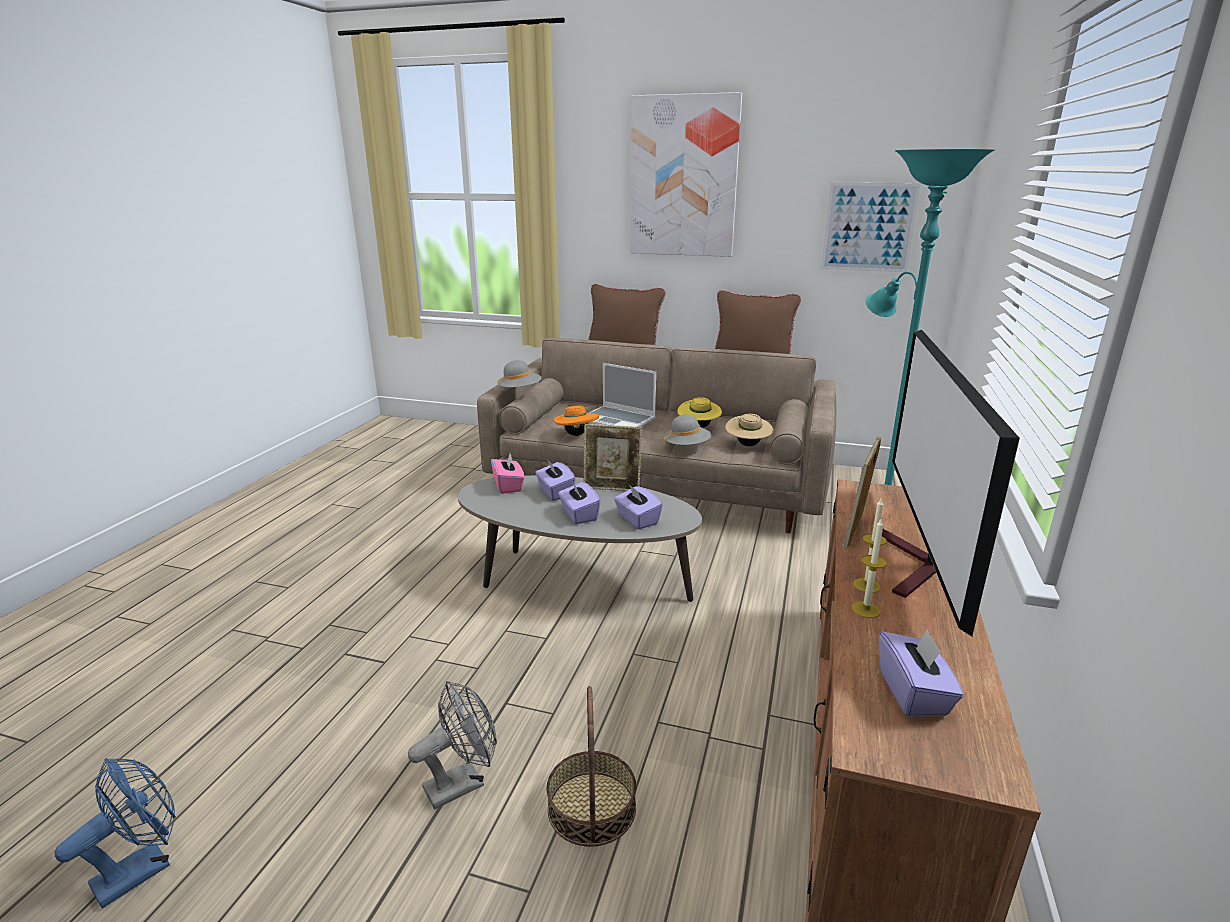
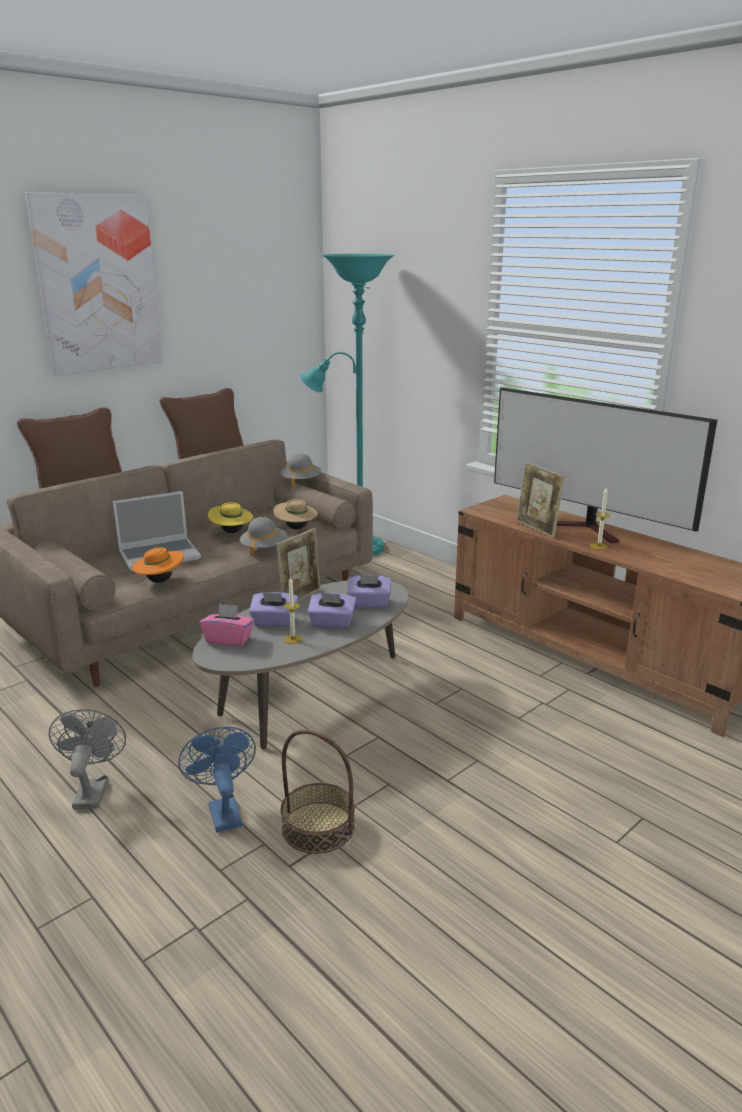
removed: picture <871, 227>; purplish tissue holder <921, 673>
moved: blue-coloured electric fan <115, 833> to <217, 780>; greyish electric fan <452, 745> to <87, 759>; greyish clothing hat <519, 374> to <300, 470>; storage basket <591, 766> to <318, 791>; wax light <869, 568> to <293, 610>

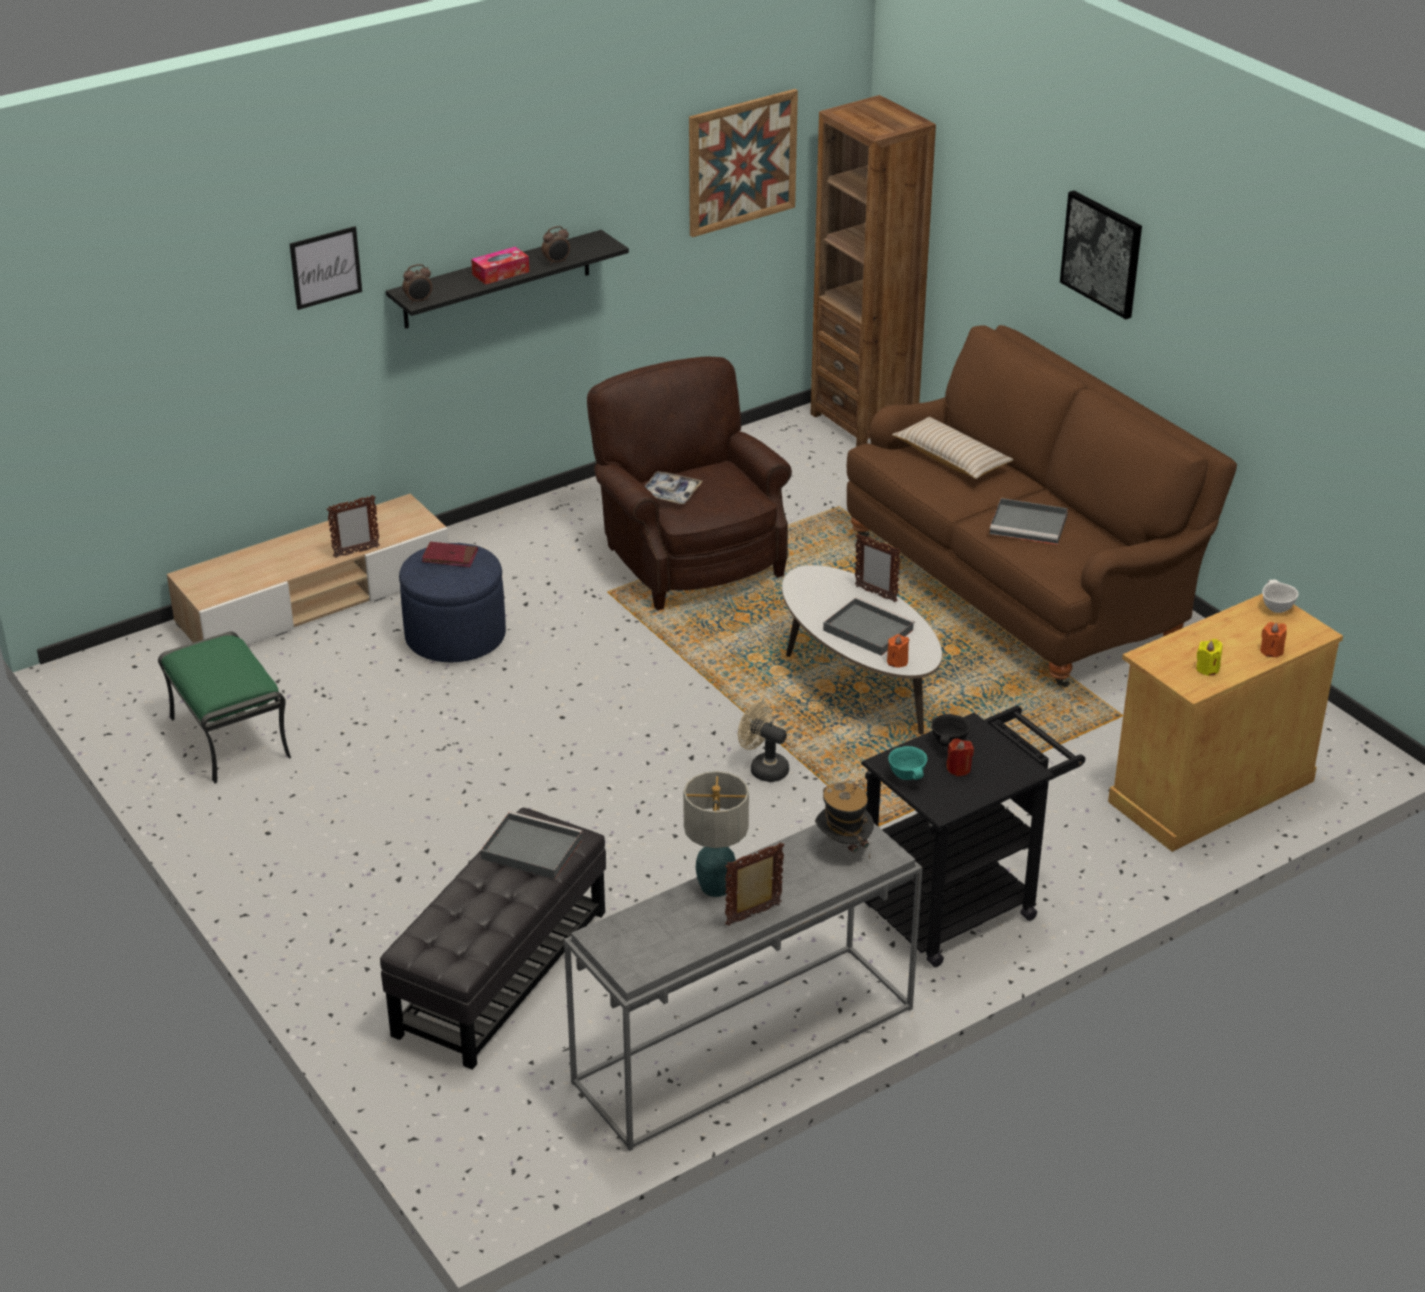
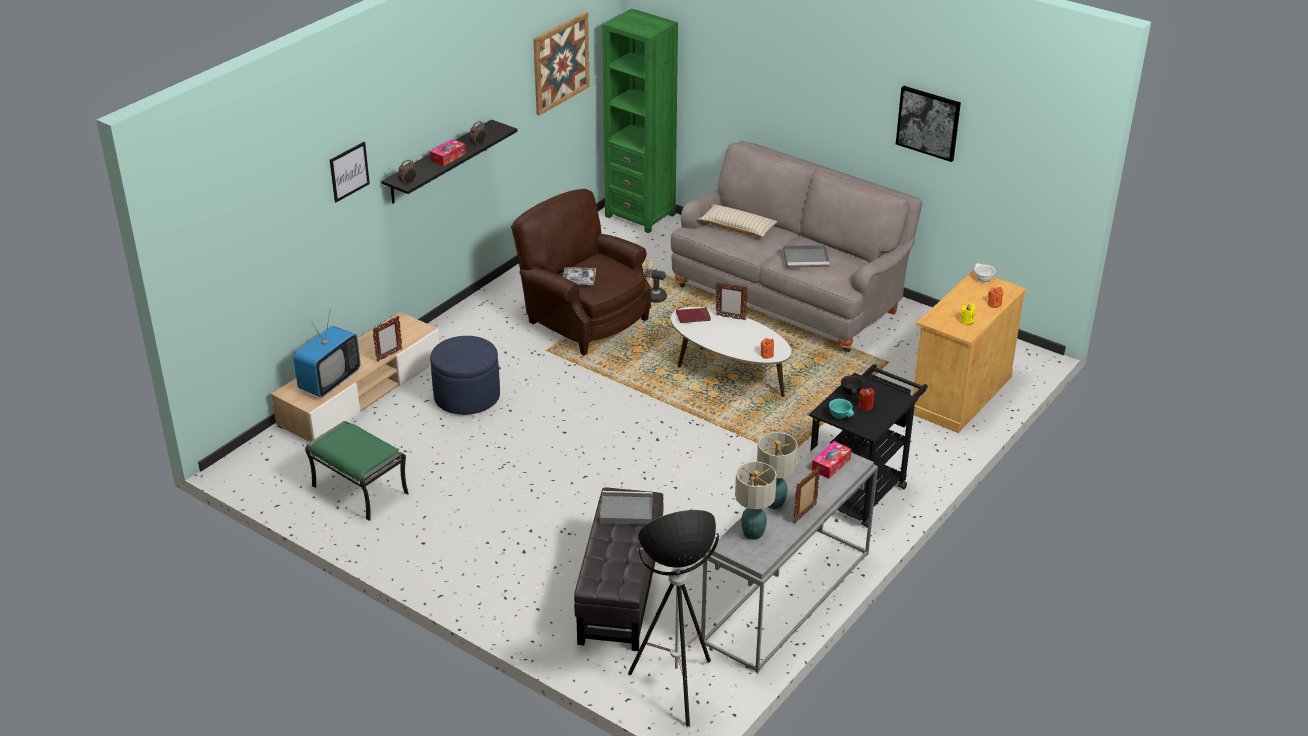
removed: greyish tray <869, 626>
added: television <327, 354>; floor lamp <673, 618>; lamp for a table <756, 501>
moved: red book <450, 554> to <693, 315>; beige-coloured electric fan <763, 742> to <654, 281>; picture <1101, 255> to <928, 124>
replaced: clothing hat <844, 820> to tissue holder <831, 460>
recoloured: brown bookcase <873, 270> to greenish bookcase <640, 120>; brown sofa <1042, 506> to greyish sofa <796, 246>

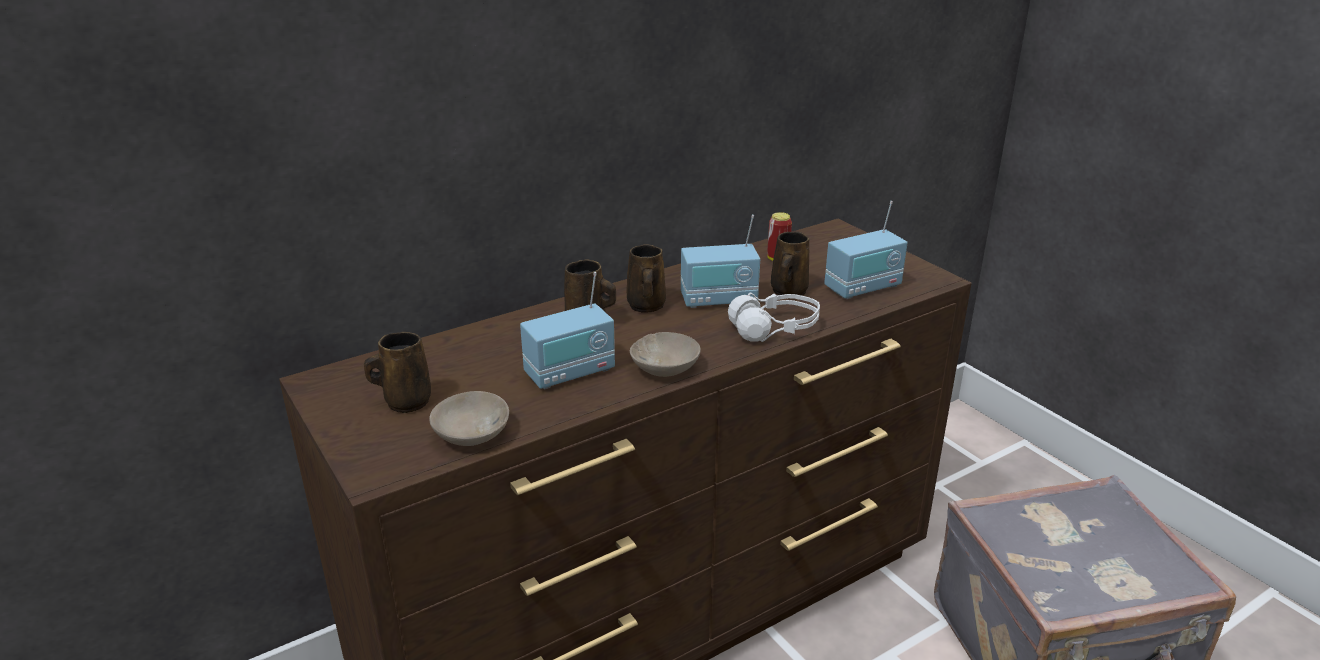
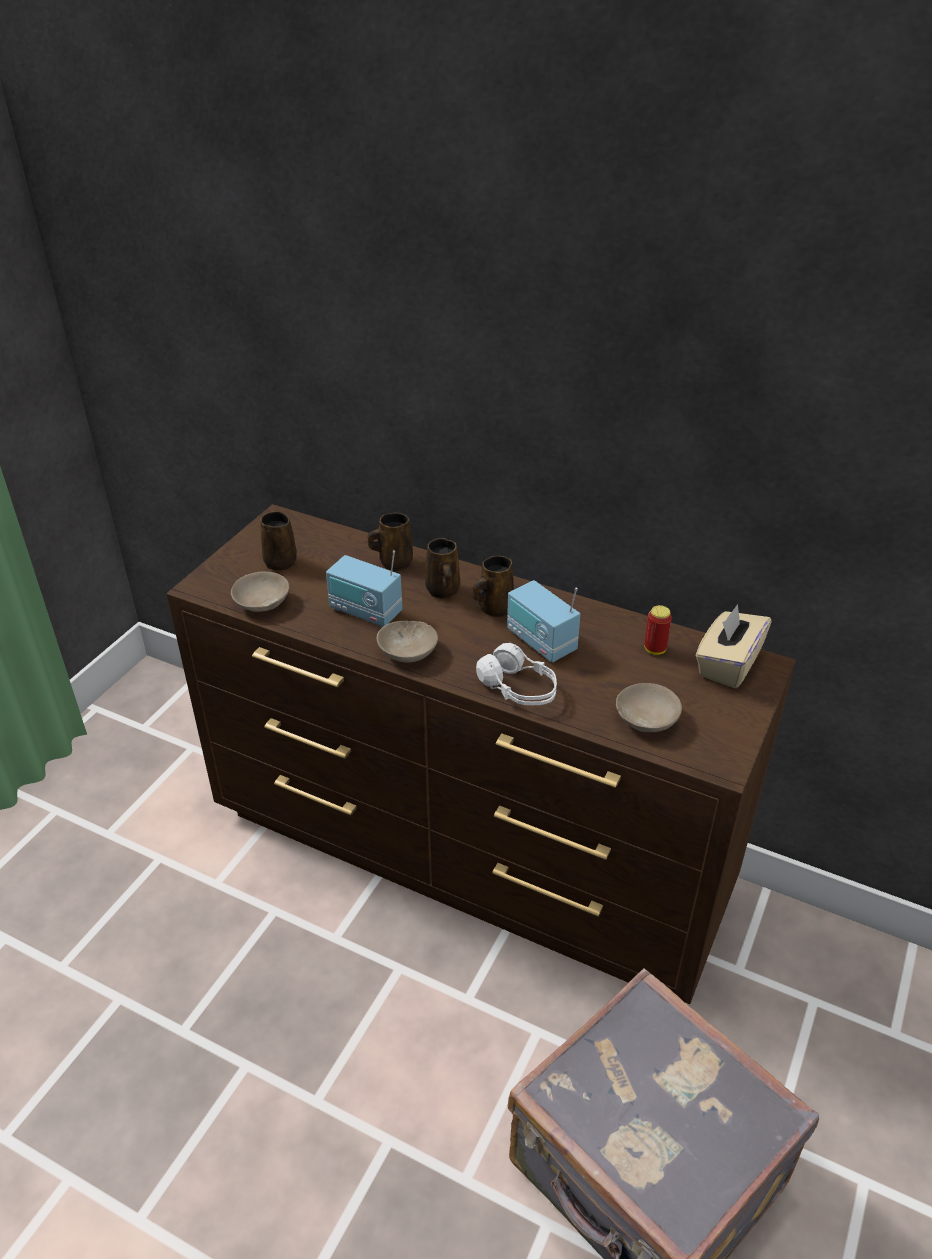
added: beige-coloured tissue holder <734, 646>
moved: brown mug <790, 263> to <390, 542>
replaced: radio set <865, 250> to beige-coloured bowl <649, 707>

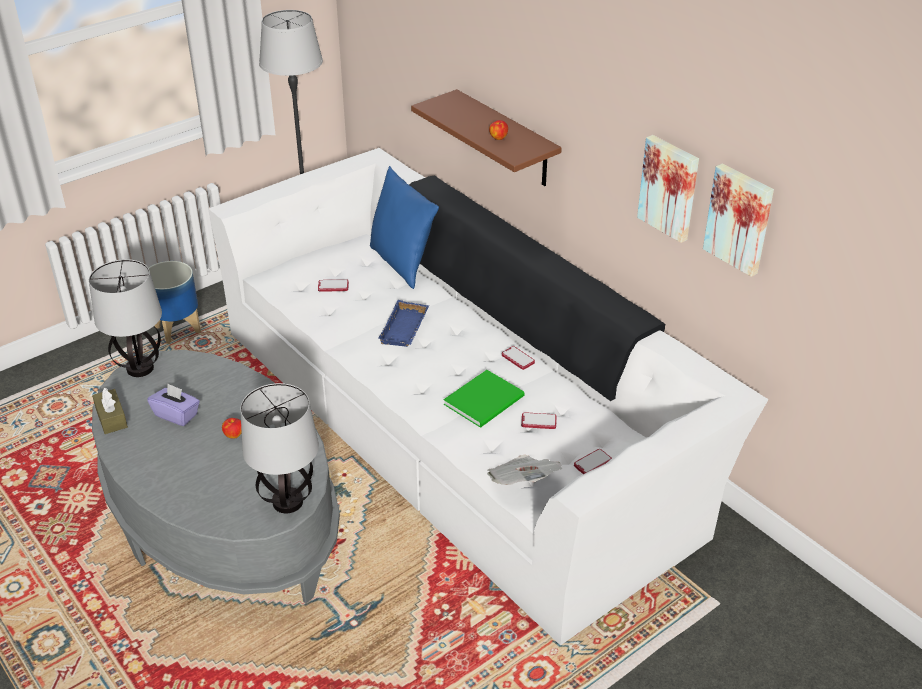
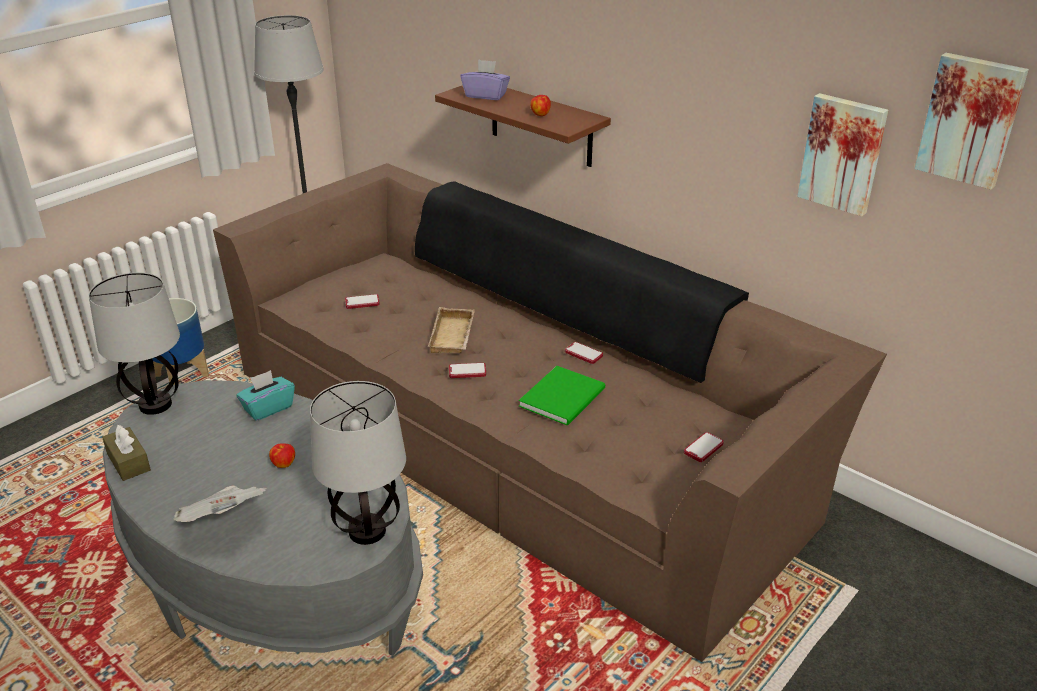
removed: blue-coloured throw pillow <404, 227>
added: turquoise-coloured tissue holder <265, 395>
moved: purplish tissue holder <173, 404> to <485, 79>; newspaper <524, 470> to <219, 504>; telephone <539, 420> to <467, 370>; picture <668, 189> to <971, 121>
recoloured: white-coloured sofa <489, 397> to brown sofa <550, 412>; blue-coloured tray <403, 323> to beige-coloured tray <451, 330>

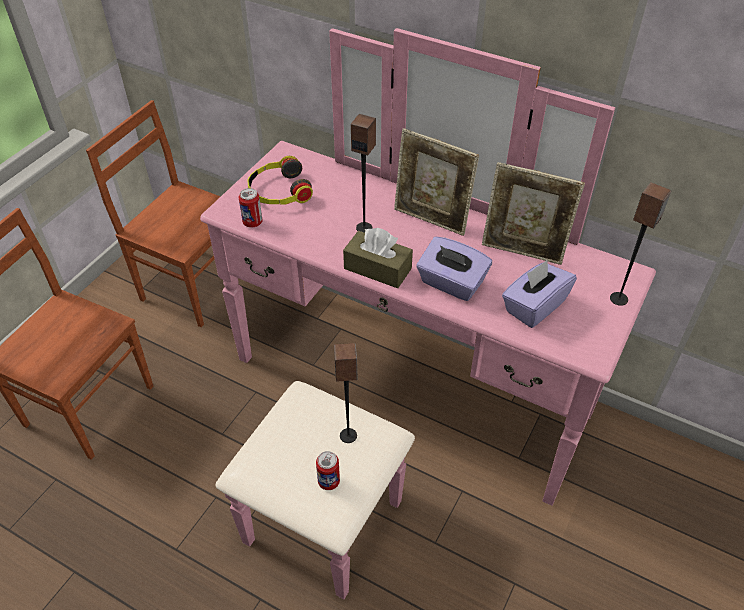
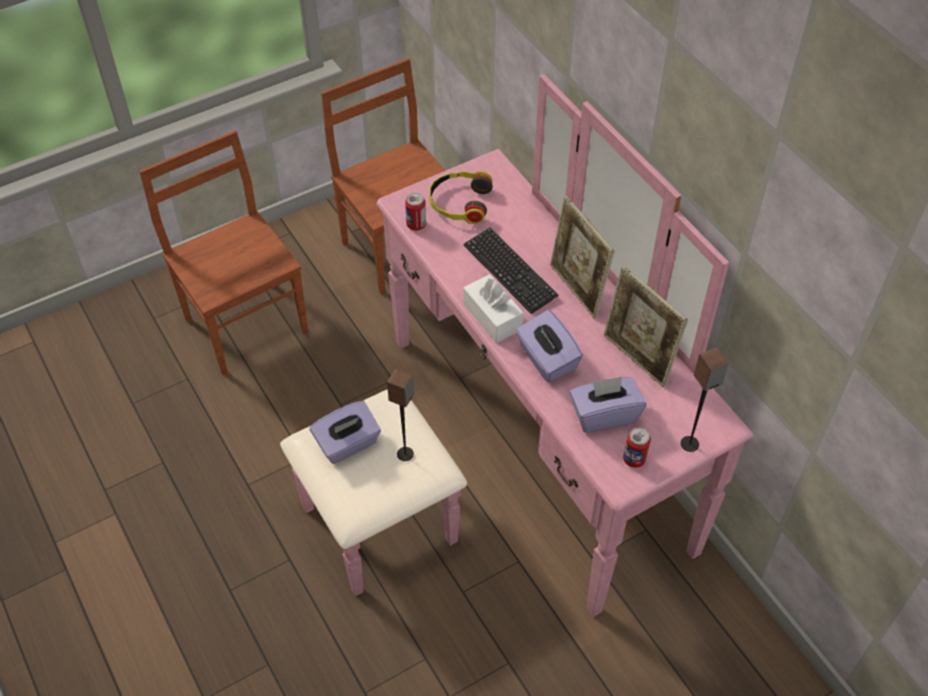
added: purplish tissue holder <345, 432>
moved: metal can <328, 470> to <637, 448>
replaced: audio speaker <363, 173> to computer keyboard <511, 271>
recoloured: brown tissue holder <378, 258> to white-coloured tissue holder <493, 308>

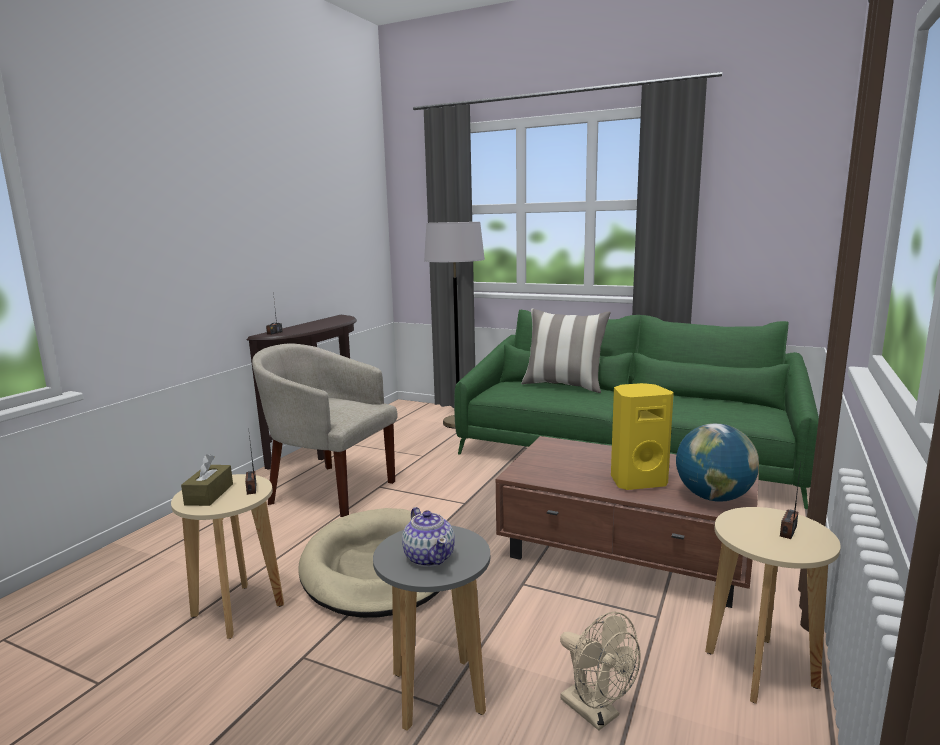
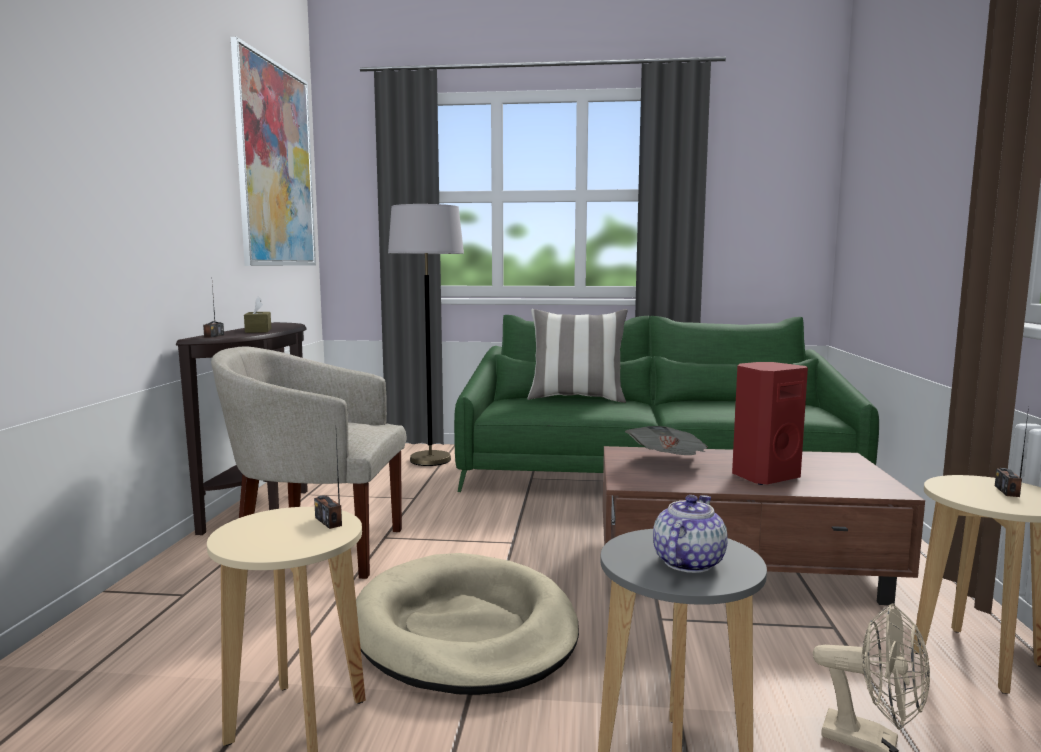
removed: world globe <717, 462>
added: picture <273, 151>; newspaper <666, 440>
moved: brown tissue holder <207, 480> to <257, 314>
recoloured: yellowish audio speaker <642, 436> to red audio speaker <770, 423>
turned: teapot <428, 537> = <690, 534> 105 degrees counterclockwise

